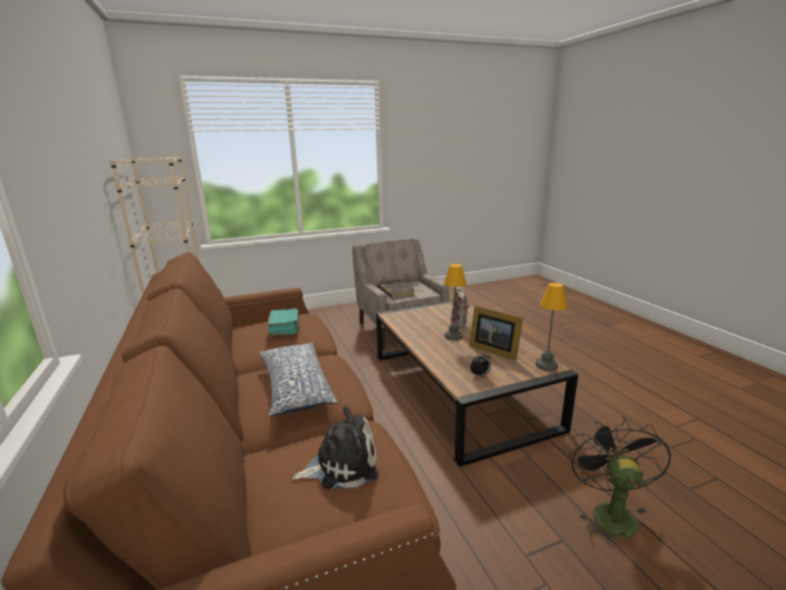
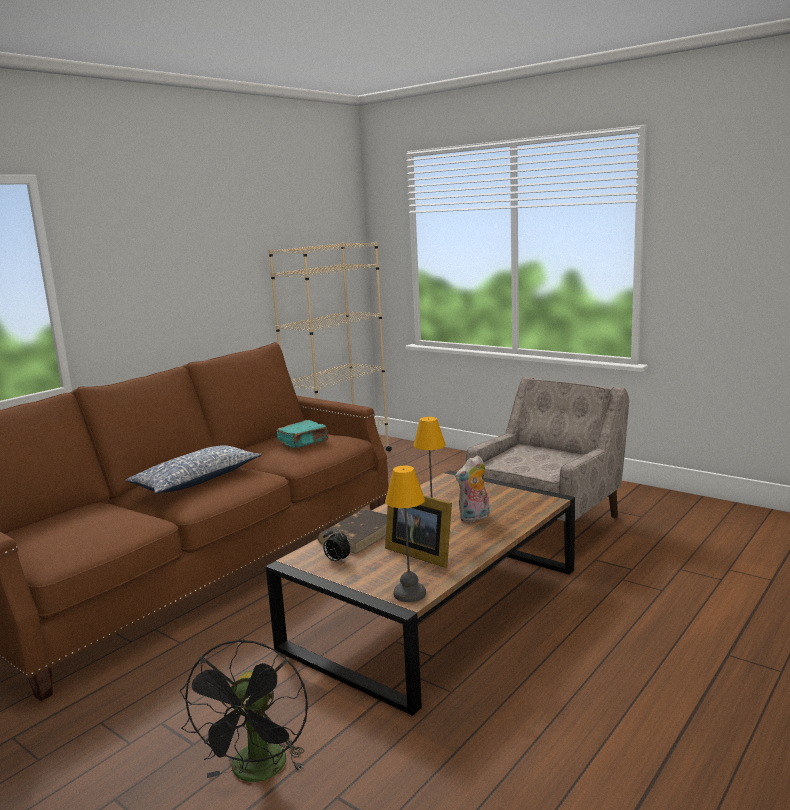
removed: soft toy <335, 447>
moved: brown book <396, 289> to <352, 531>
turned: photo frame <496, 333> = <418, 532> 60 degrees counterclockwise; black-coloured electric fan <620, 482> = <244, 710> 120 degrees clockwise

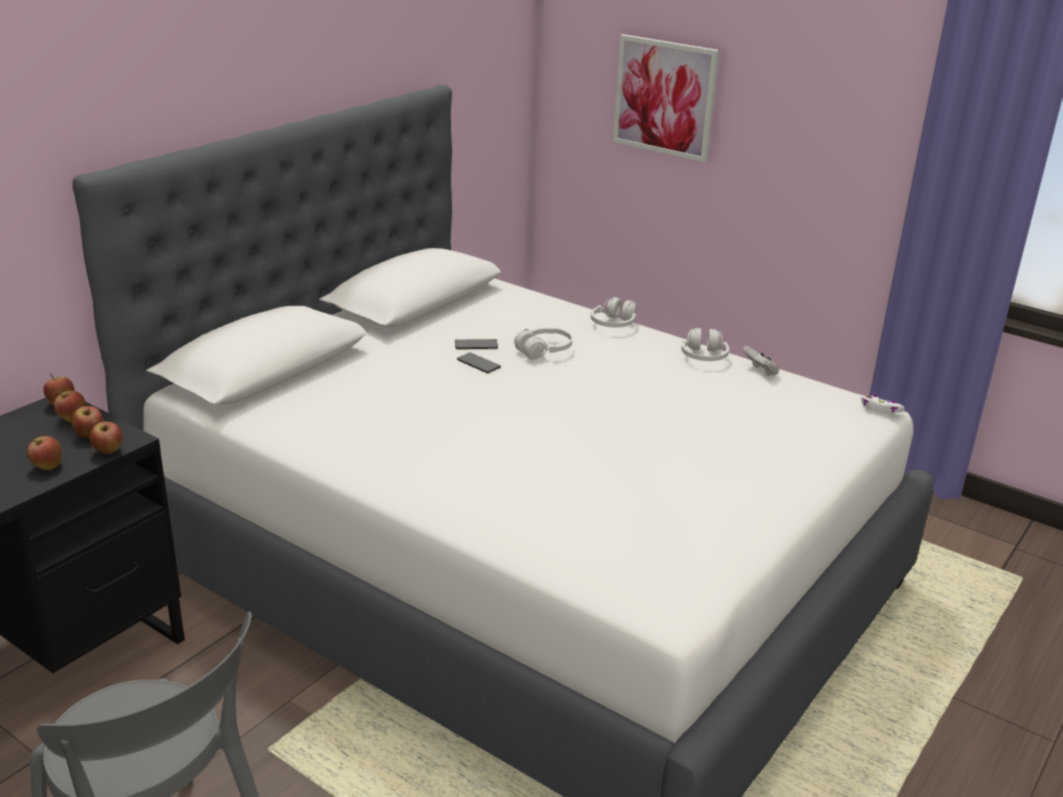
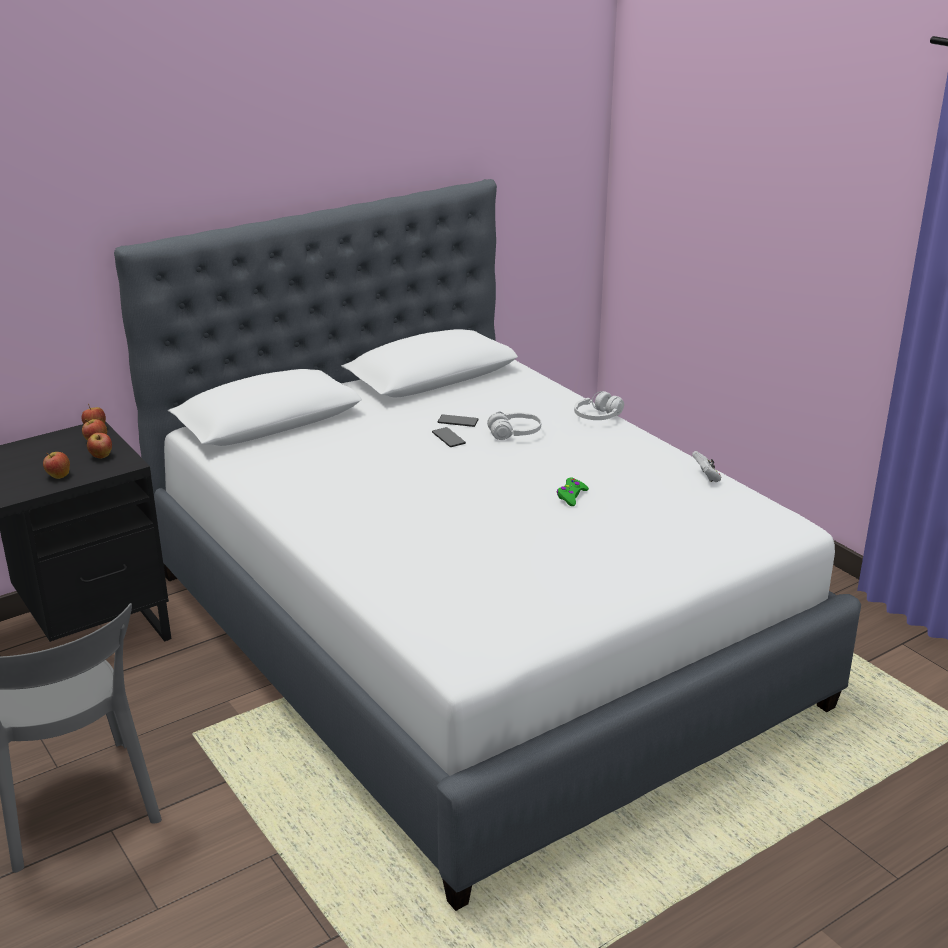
removed: apple <105, 437>; picture <666, 98>; white-coloured pair of headphones <705, 344>; white-coloured joypad <883, 404>
added: greenish joypad <573, 491>

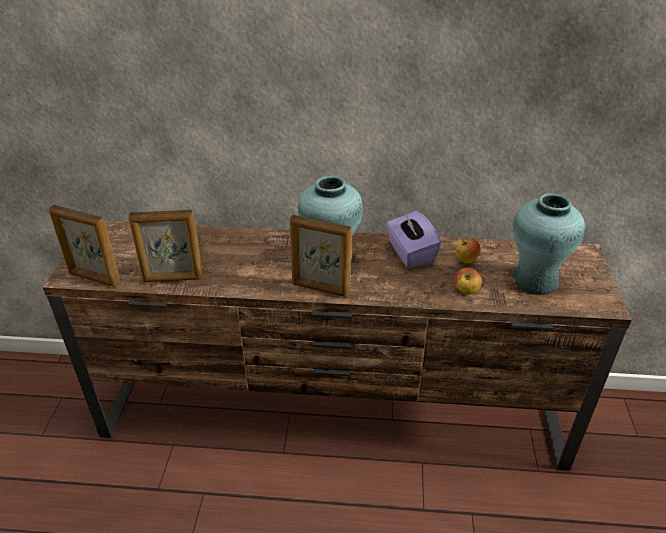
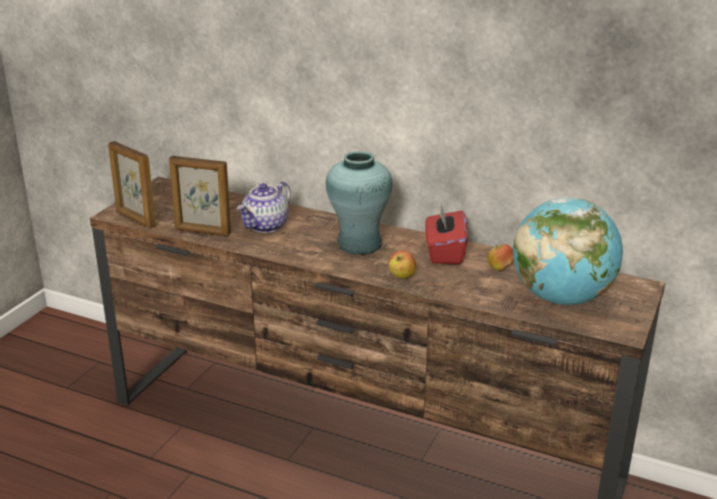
removed: photo frame <321, 256>
added: teapot <264, 207>
moved: apple <468, 280> to <402, 264>
replaced: turquoise-coloured flower vase <549, 244> to world globe <568, 251>
recoloured: purplish tissue holder <413, 239> to red tissue holder <446, 234>

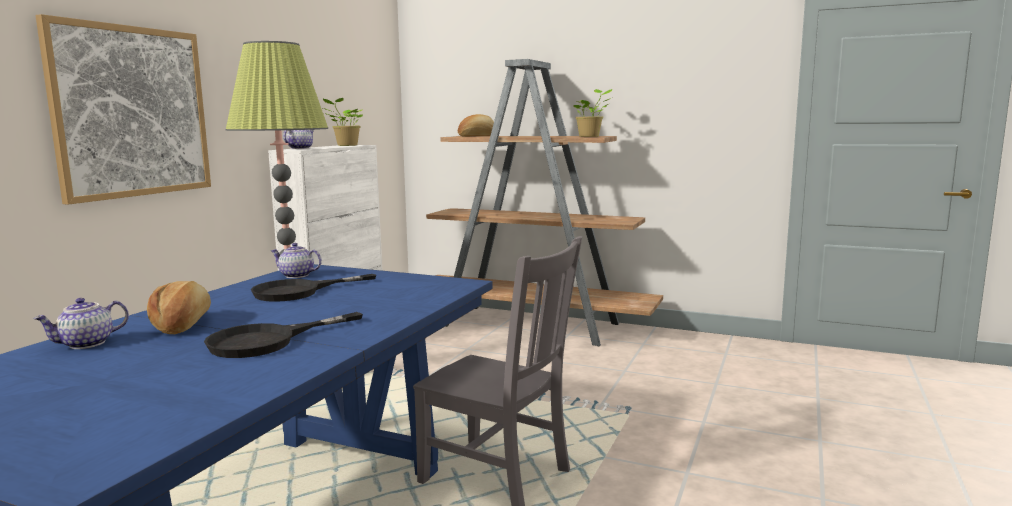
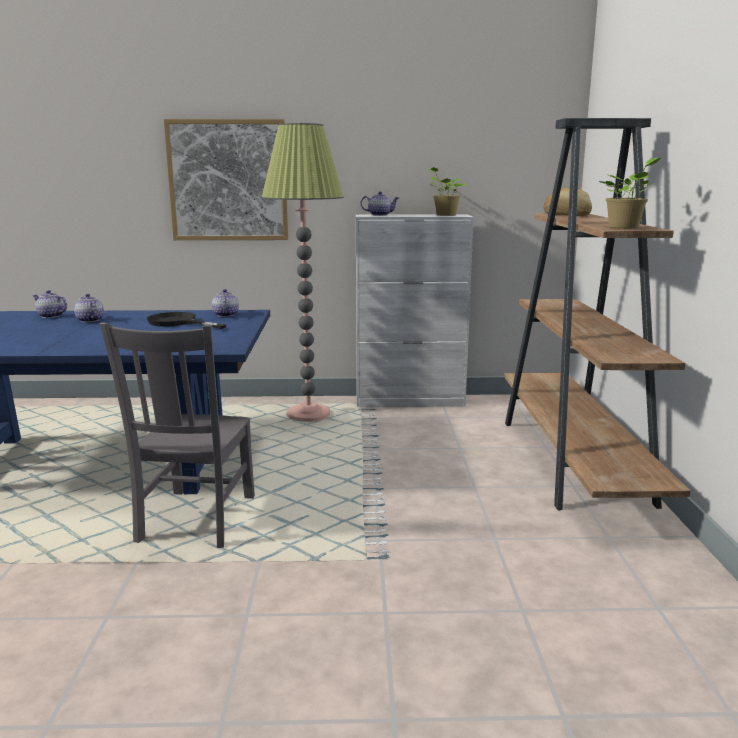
removed: black-coloured frying pan <283, 335>
replaced: bakery bread <179, 307> to teapot <89, 308>

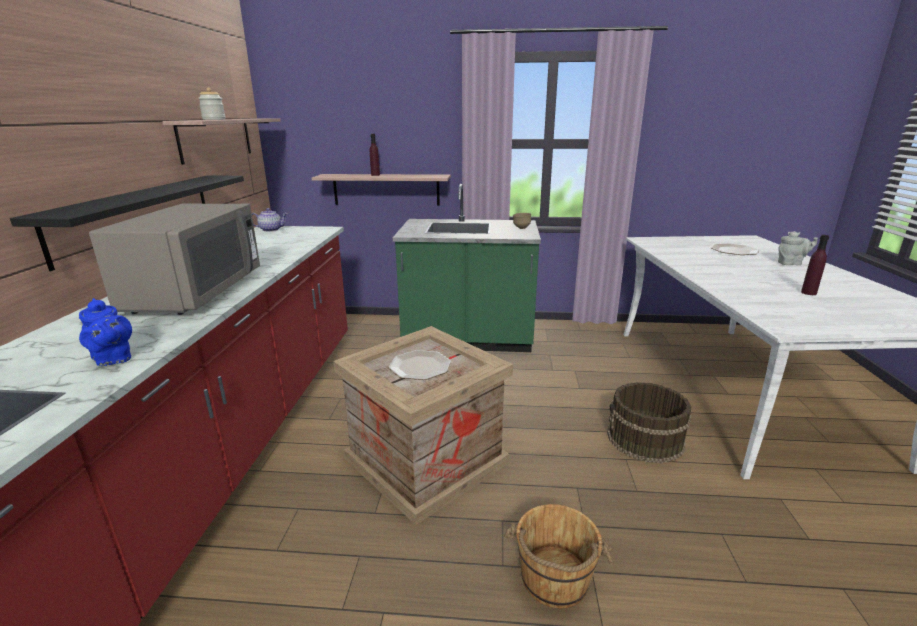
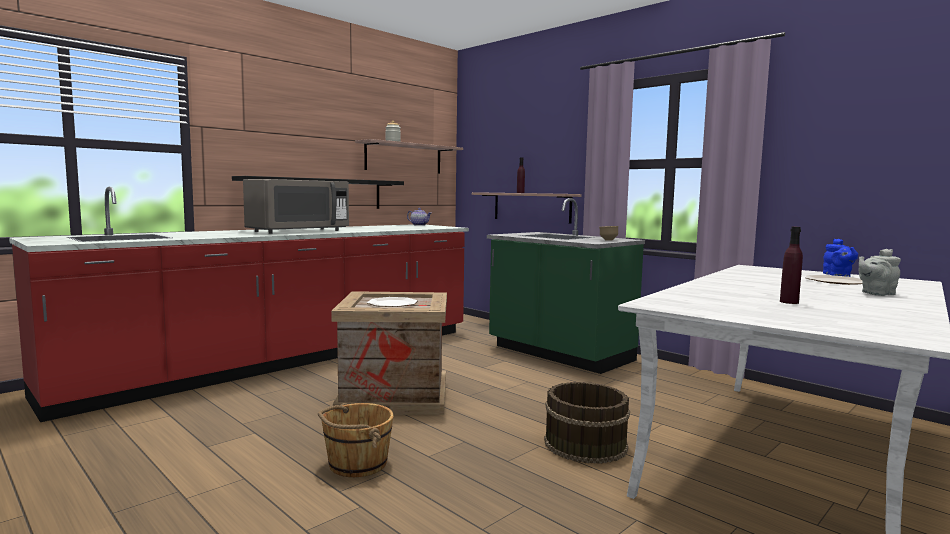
moved: blue-coloured teapot <105, 332> to <840, 258>
turned: greyish teapot <798, 248> = <879, 272> 120 degrees clockwise

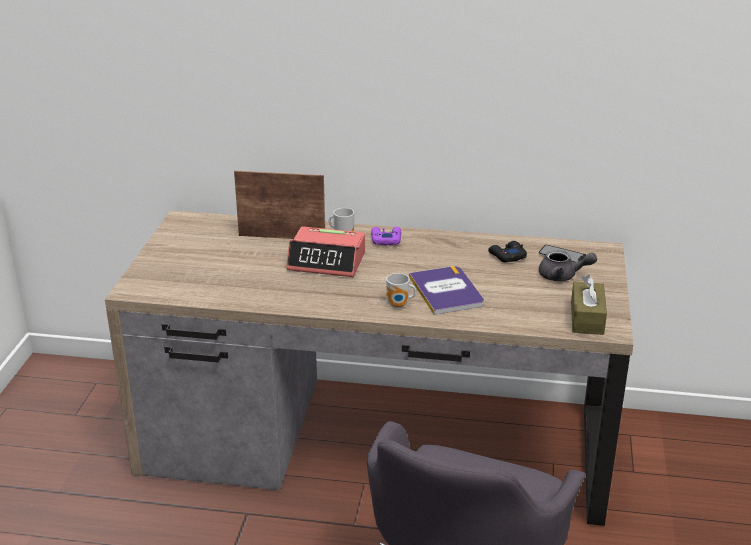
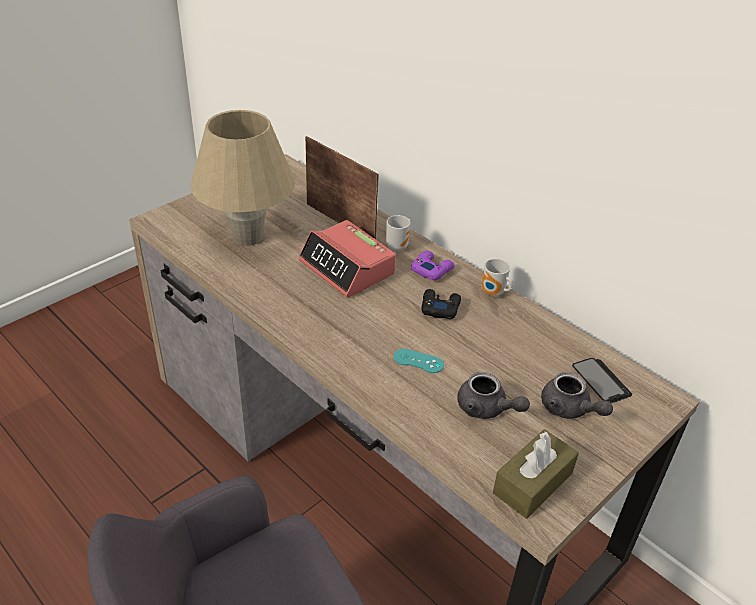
added: beige-coloured lamp for a table <243, 178>; greyish teapot <493, 395>
moved: mug <401, 290> to <497, 278>; black-coloured joypad <507, 252> to <441, 304>
replaced: book <446, 290> to turquoise-coloured joypad <419, 361>

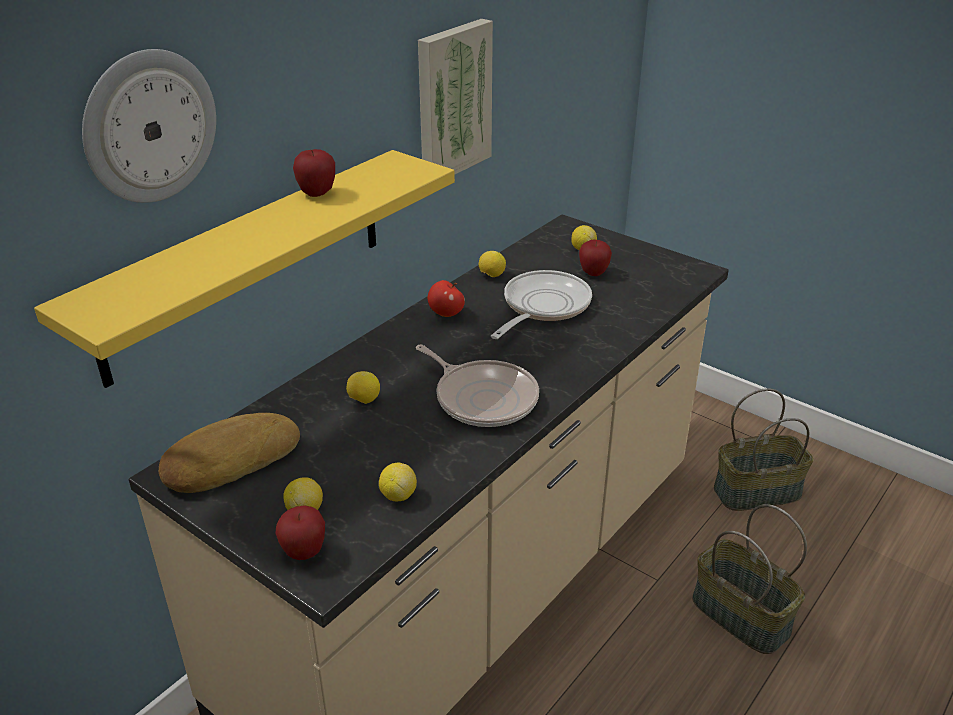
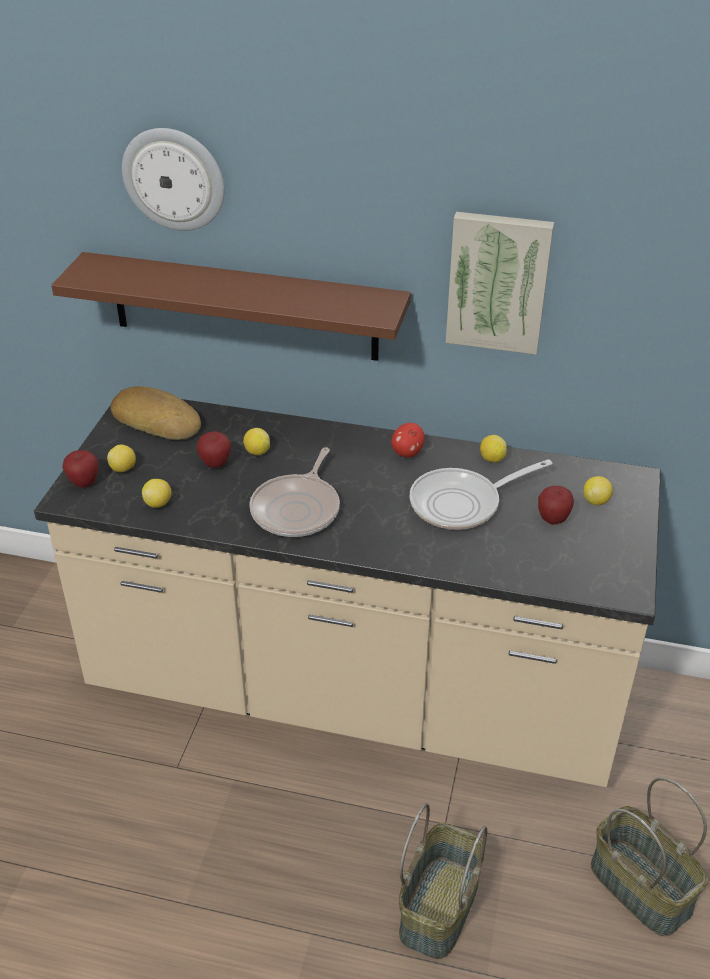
moved: apple <314, 173> to <214, 449>
recoloured: yellowish shelf <244, 269> to brown shelf <231, 306>
turned: frying pan <541, 304> = <481, 494> 150 degrees clockwise

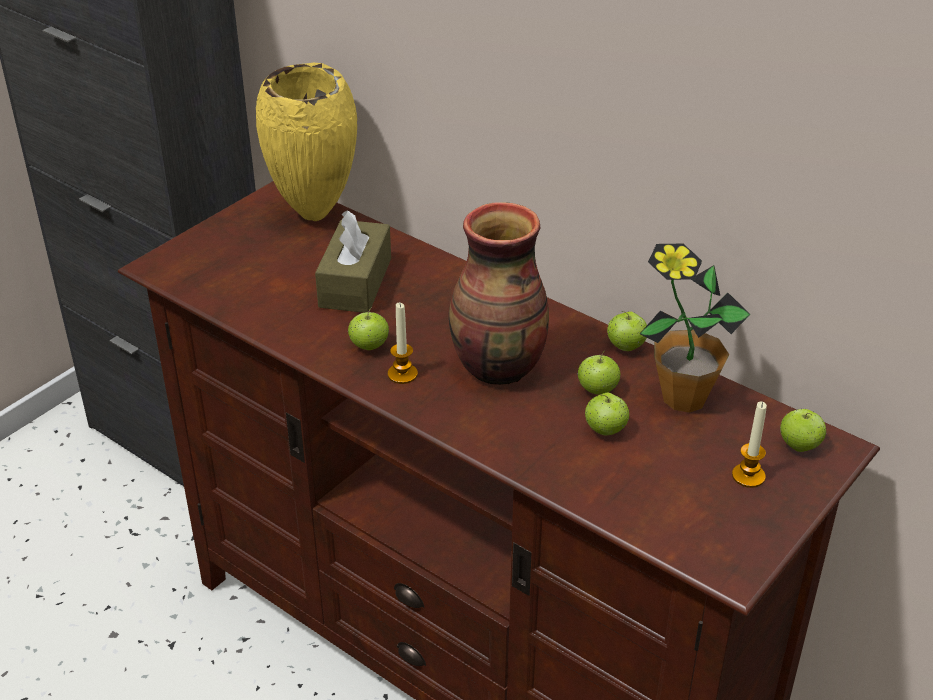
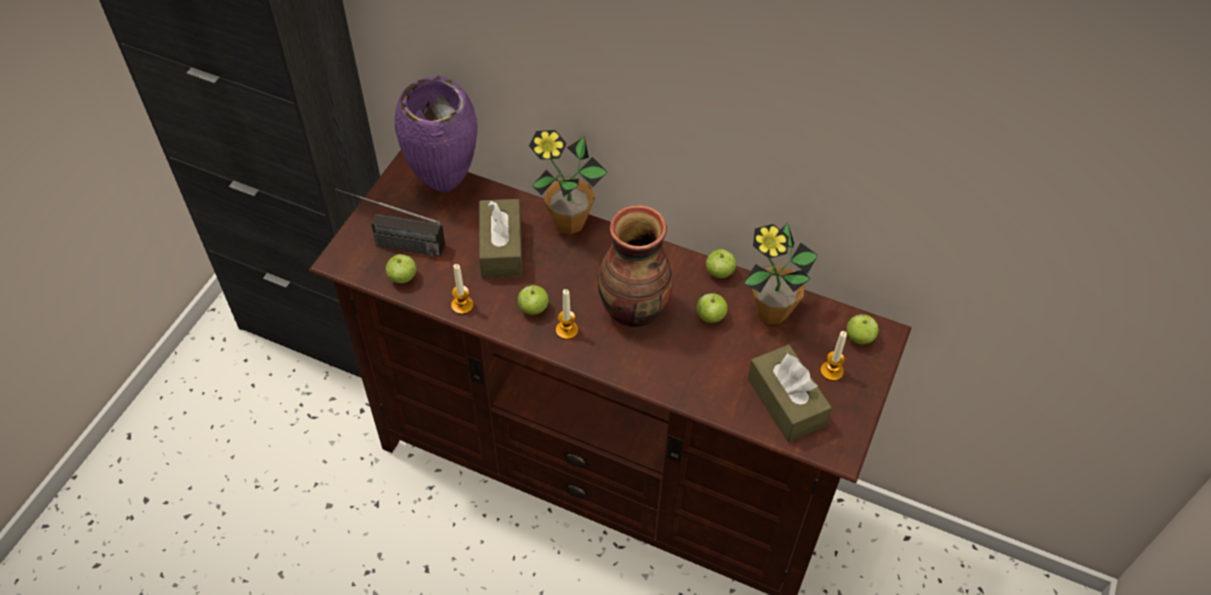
added: radio set <390, 223>; wax light <462, 289>; potted plant <568, 182>; brown tissue holder <790, 393>
moved: apple <607, 413> to <401, 268>
recoloured: yellowish flower vase <306, 142> to purplish flower vase <435, 133>

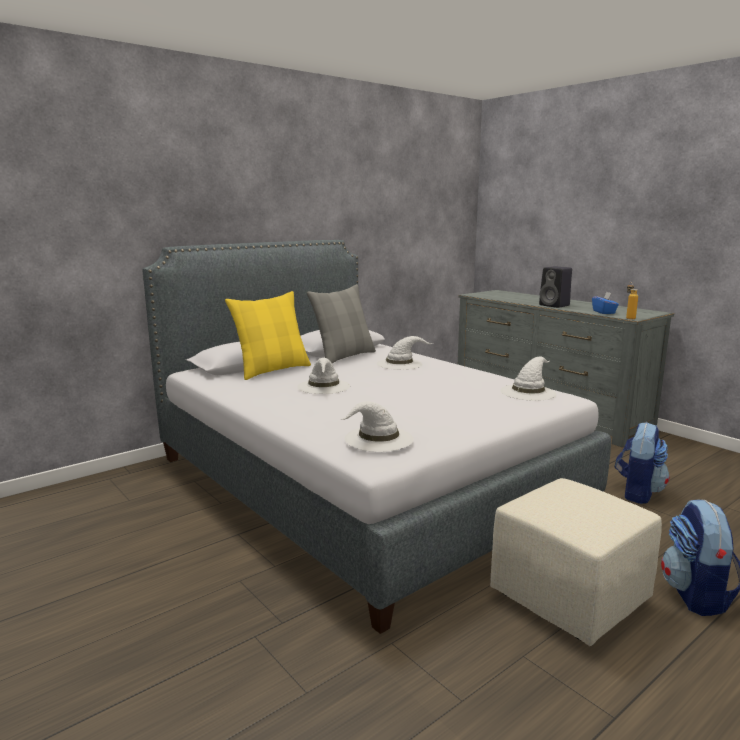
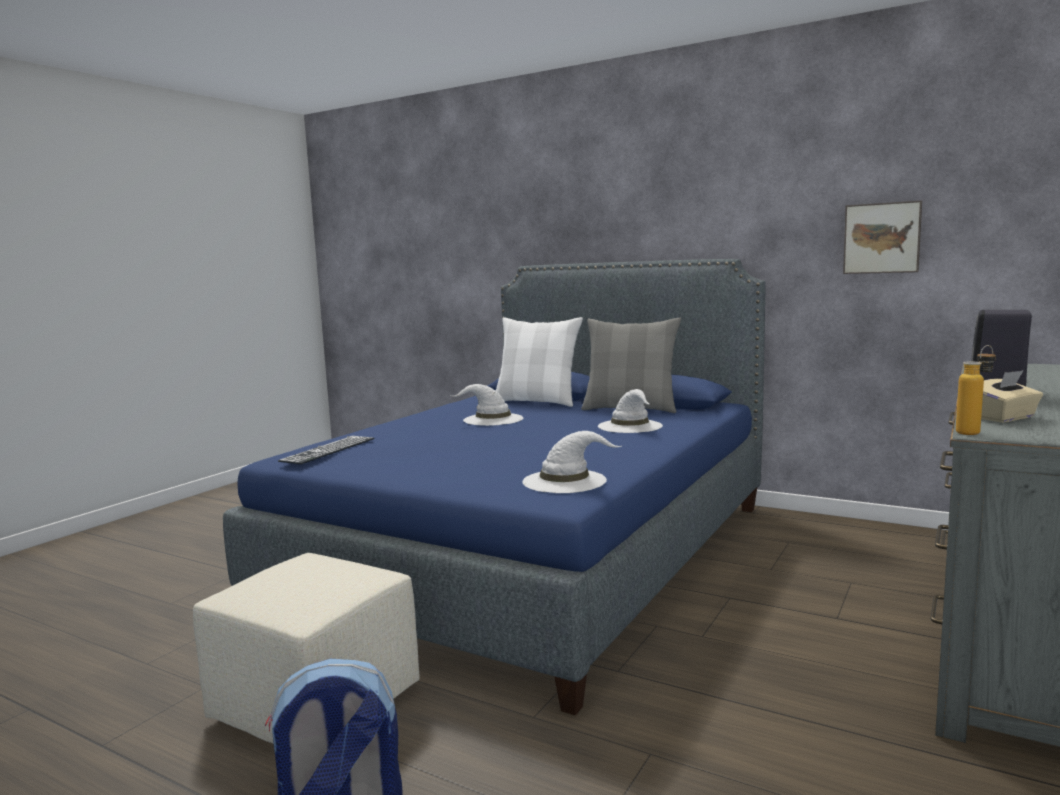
removed: knapsack <642, 463>
added: picture <882, 237>
replaced: white-coloured clothing hat <377, 426> to computer keyboard <326, 450>
recoloured: greyish bed <376, 437> to blue-coloured bed <494, 487>; yellowish throw pillow <268, 335> to white-coloured throw pillow <539, 362>; blue-coloured tissue holder <605, 303> to beige-coloured tissue holder <1012, 396>

